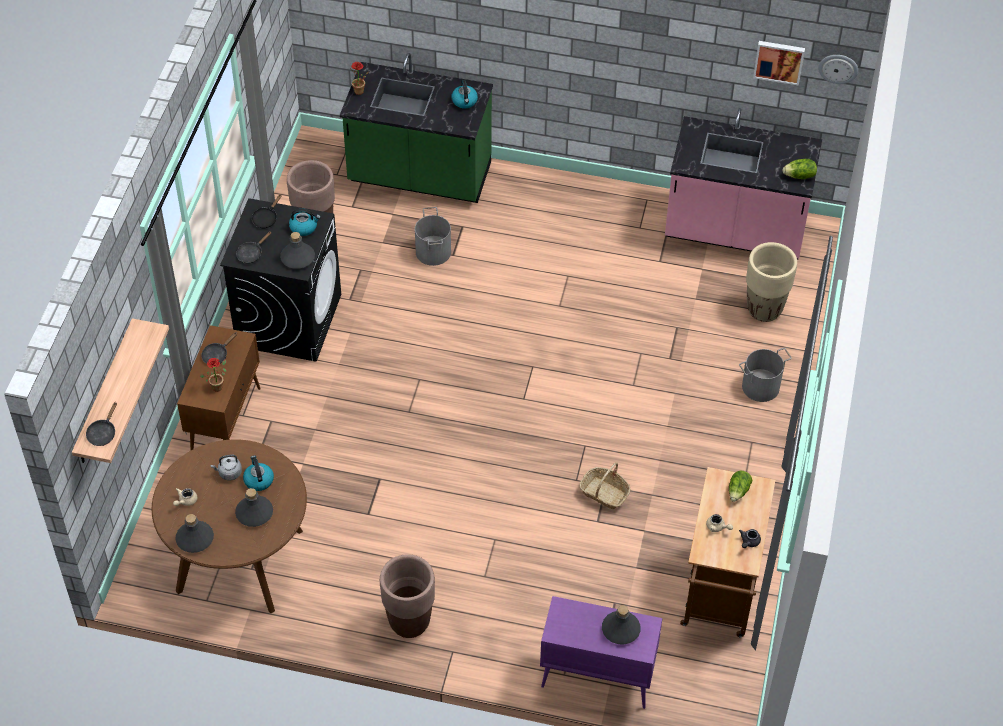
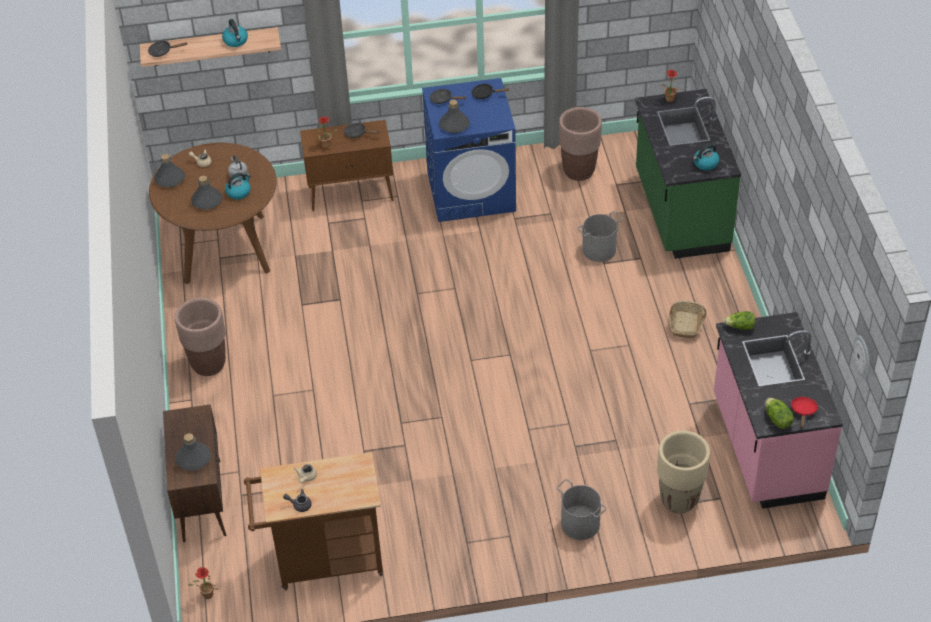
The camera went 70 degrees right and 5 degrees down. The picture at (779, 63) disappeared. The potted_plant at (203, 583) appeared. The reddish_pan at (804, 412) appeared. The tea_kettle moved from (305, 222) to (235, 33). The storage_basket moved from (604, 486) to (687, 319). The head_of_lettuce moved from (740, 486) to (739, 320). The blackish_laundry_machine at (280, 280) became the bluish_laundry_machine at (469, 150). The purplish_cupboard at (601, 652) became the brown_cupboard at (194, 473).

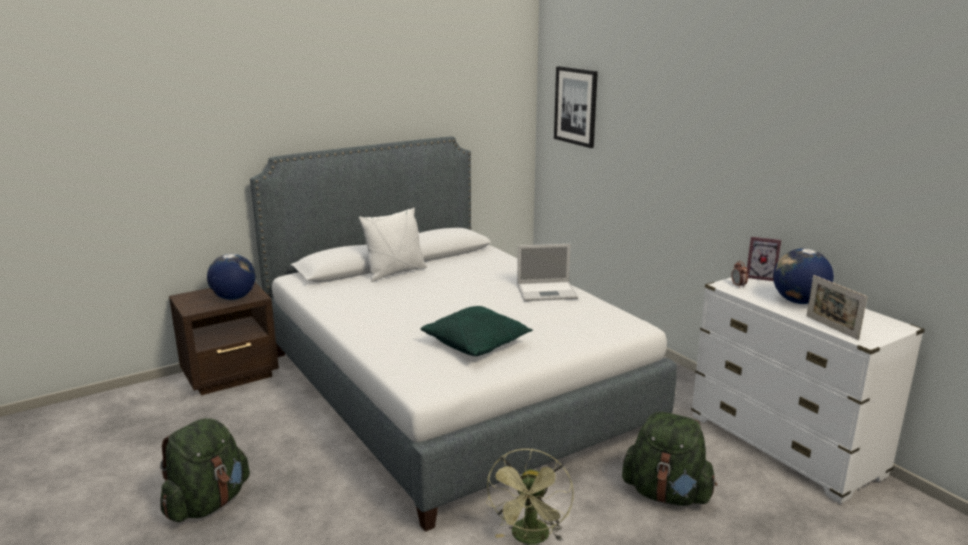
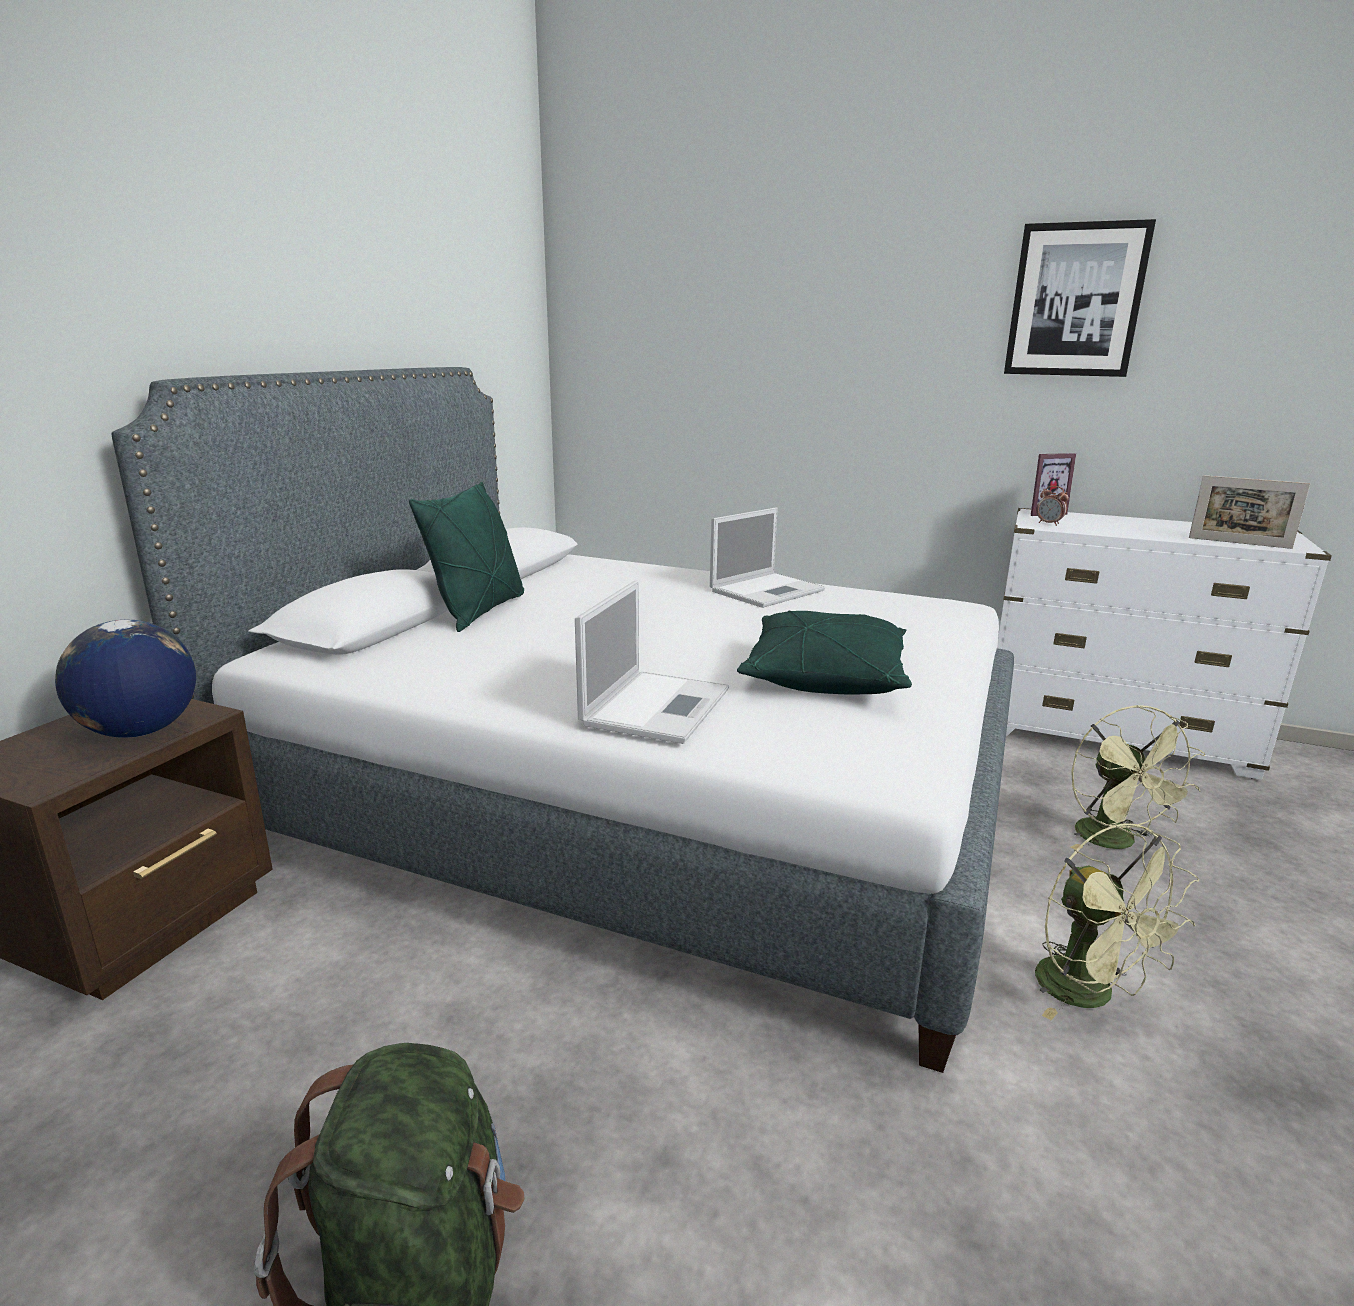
The camera went 35 degrees left and 0 degrees up. The world_globe at (803, 276) disappeared. The laptop at (652, 662) appeared. The picture moved from (576, 107) to (1080, 298). The green-coloured_backpack at (669, 458) was replaced by the green-coloured_electric_fan at (1137, 777). The white-coloured_cushion at (393, 245) became the green-coloured_cushion at (466, 557).

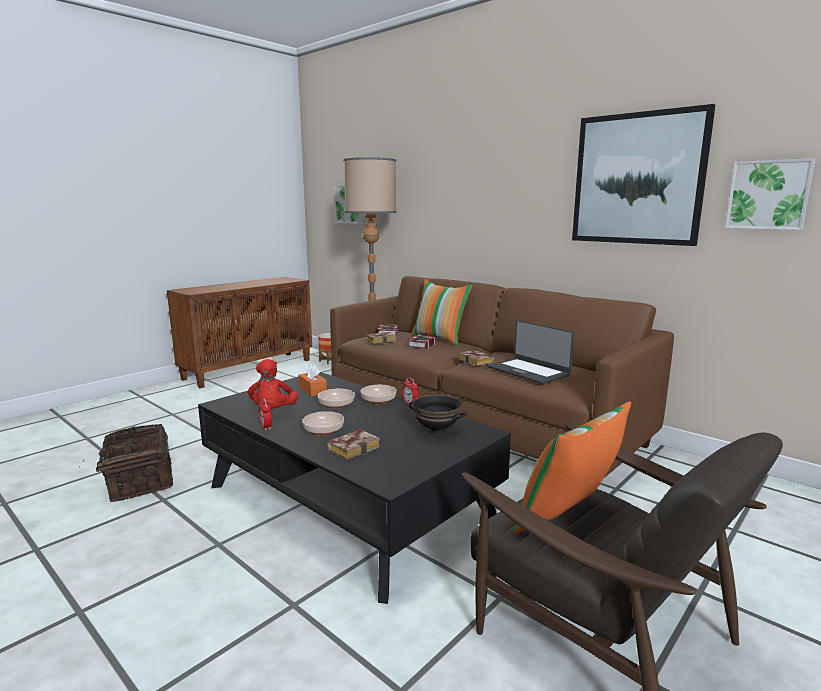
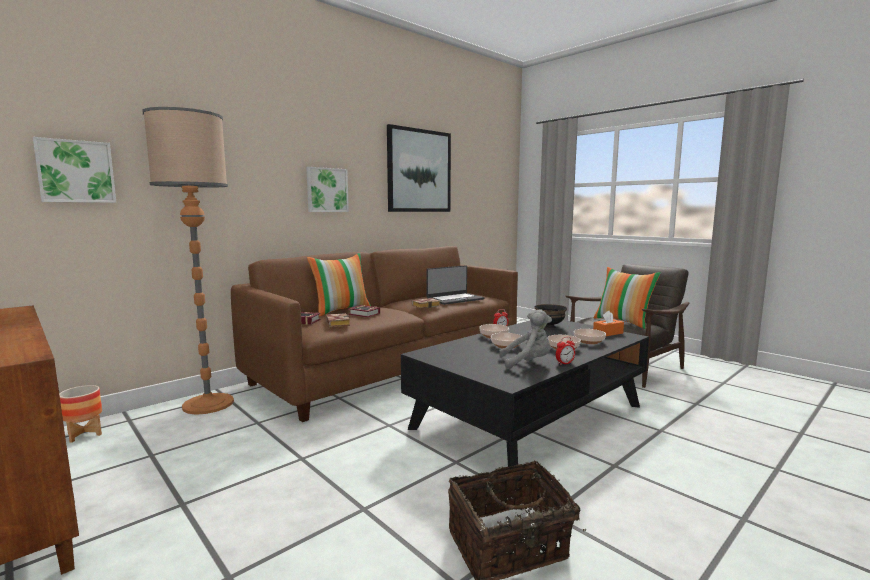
The camera went 85 degrees left and 5 degrees down. The orange_tissue_holder moved from (312, 380) to (608, 323). The picture moved from (770, 194) to (327, 189). The volume at (353, 444) was replaced by the bowl at (590, 336). The reddish_soft_toy at (273, 384) became the greyish_soft_toy at (525, 339).

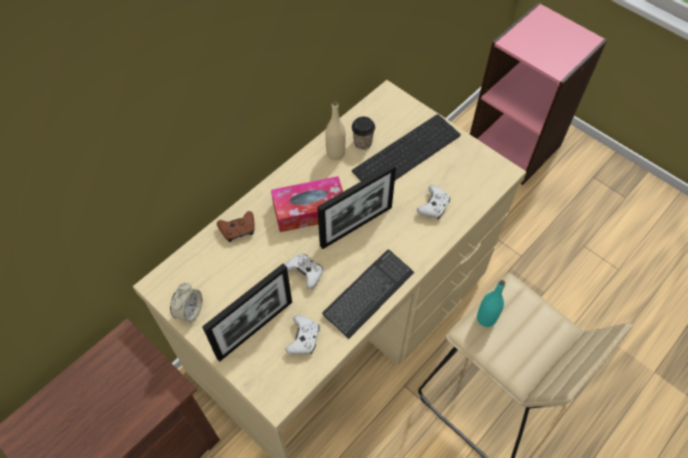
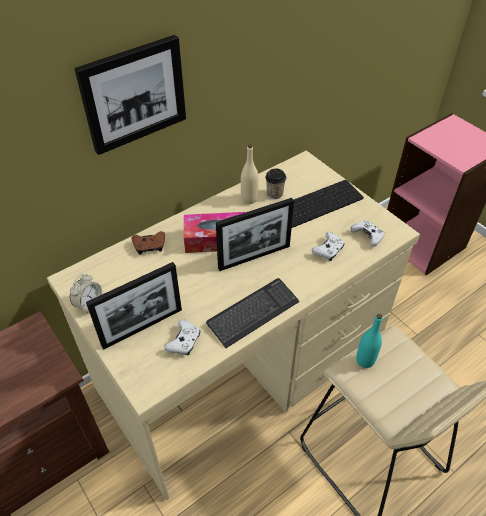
The camera went 10 degrees right and 10 degrees down. The picture at (130, 95) appeared. The white-coloured_game_controller moved from (303, 271) to (367, 234).

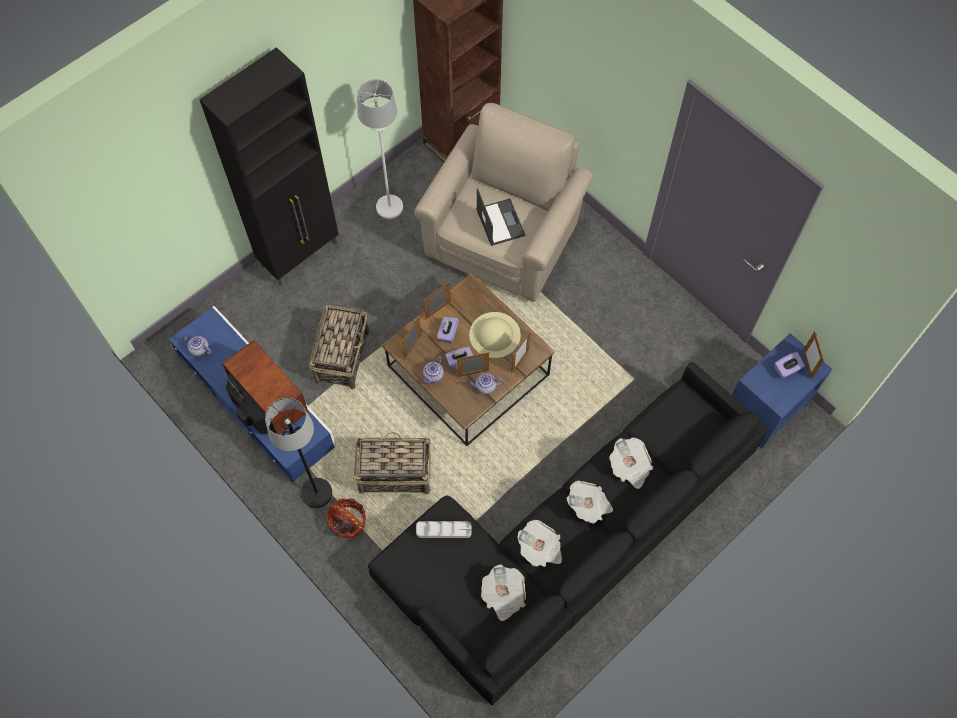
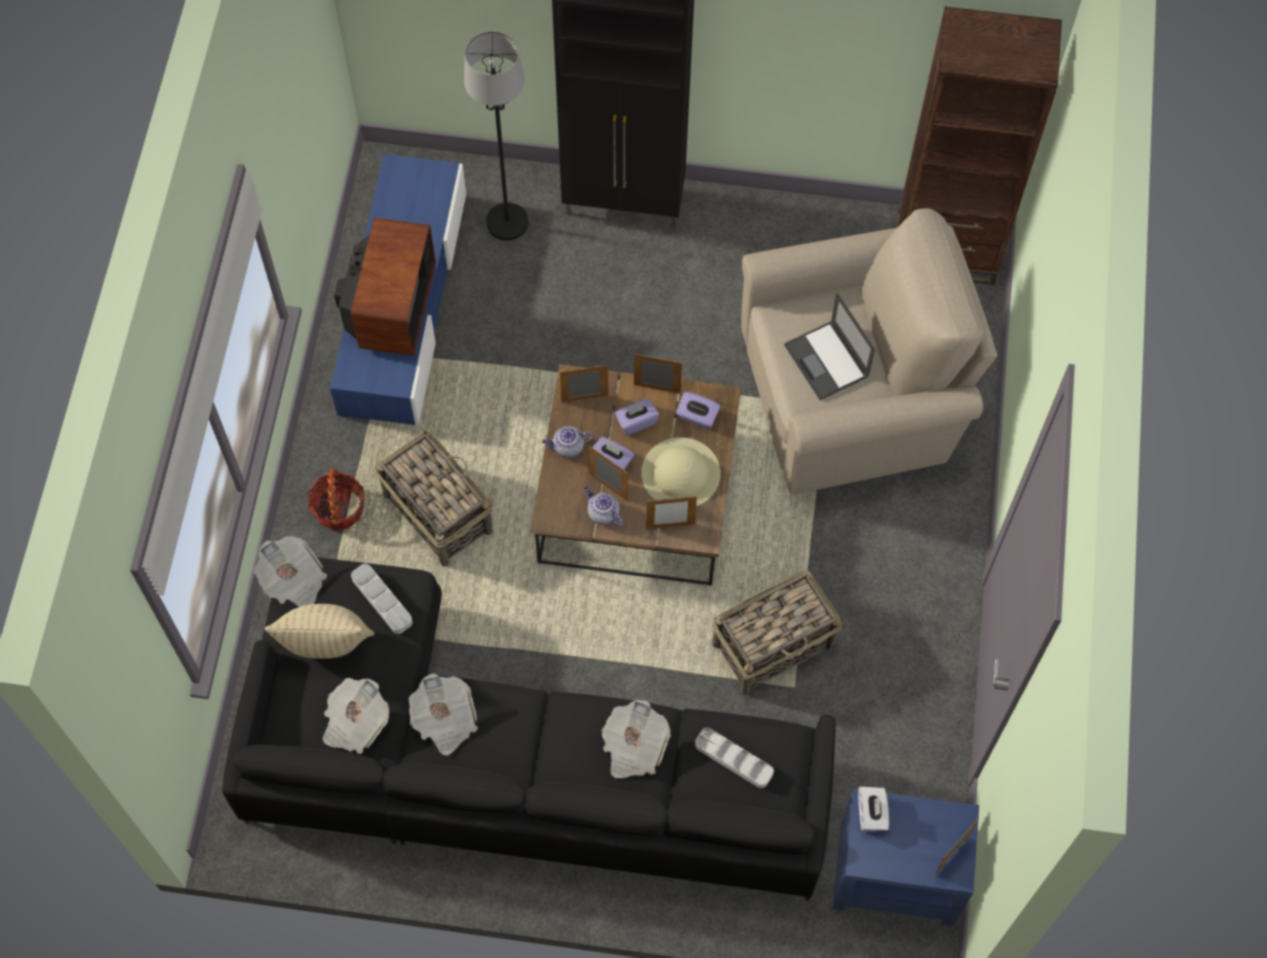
The camera went 50 degrees right and 0 degrees up. The teapot at (197, 346) disappeared. The white-coloured_floor_lamp at (380, 149) disappeared. The beige_cushion at (319, 631) appeared. The greyish_serving_tray at (734, 757) appeared. The white-coloured_tissue_holder at (873, 809) appeared. The blackish_floor_lamp moved from (298, 453) to (496, 135). The storage_basket moved from (339, 347) to (777, 632). The newspaper moved from (590, 502) to (290, 571). The purplish_tissue_holder moved from (789, 365) to (698, 410). The laptop at (501, 217) turned 120 degrees clockwise.

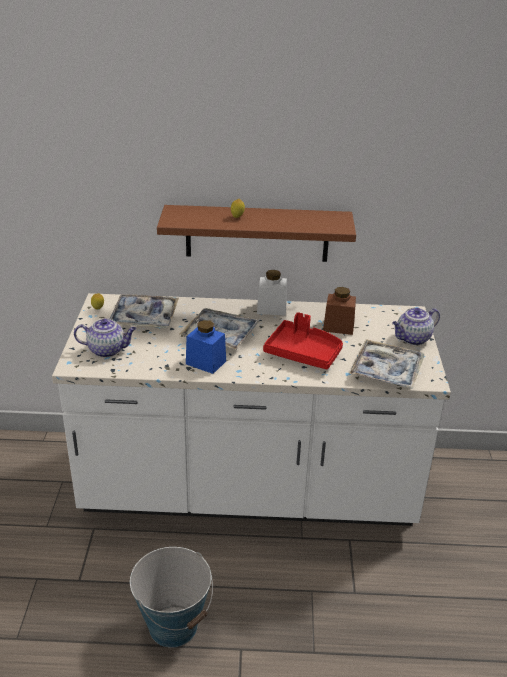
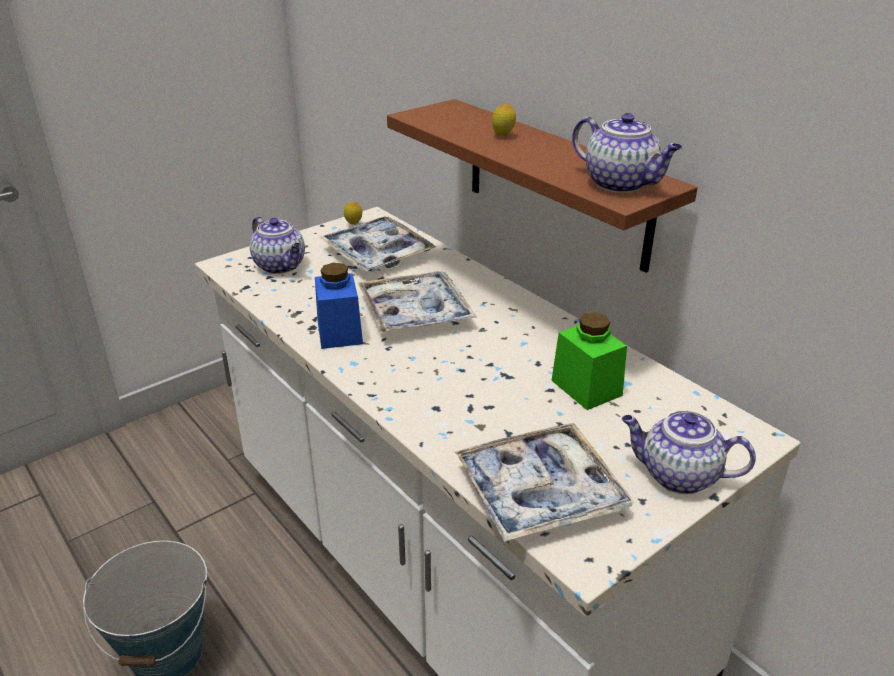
The camera went 50 degrees right and 0 degrees up. The white-coloured_storage_jar at (272, 293) disappeared. The reddish_serving_tray at (303, 341) disappeared. The teapot at (627, 153) appeared. The brown_storage_jar at (339, 311) became the green-coloured_storage_jar at (589, 361).

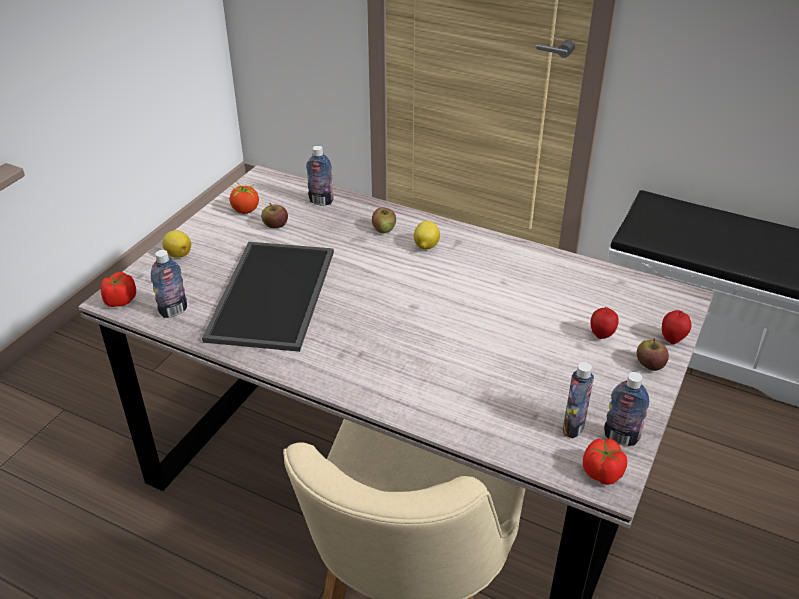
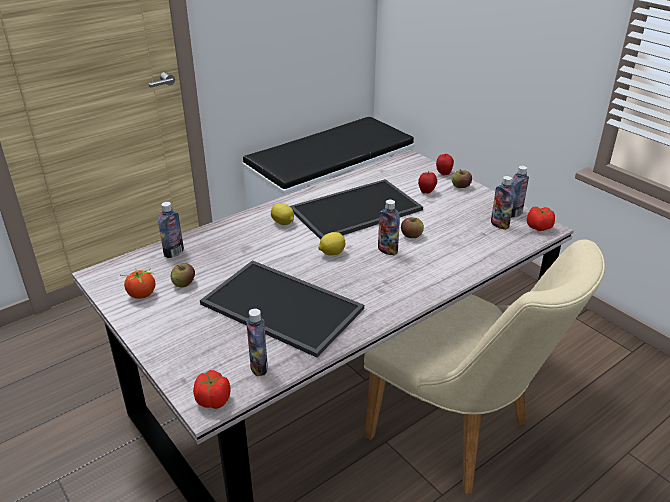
The camera went 65 degrees left and 5 degrees down. The serving_tray at (356, 209) appeared. The beverage_bottle at (389, 227) appeared. The lemon moved from (176, 244) to (331, 244). The apple_fruit moved from (384, 221) to (412, 227).

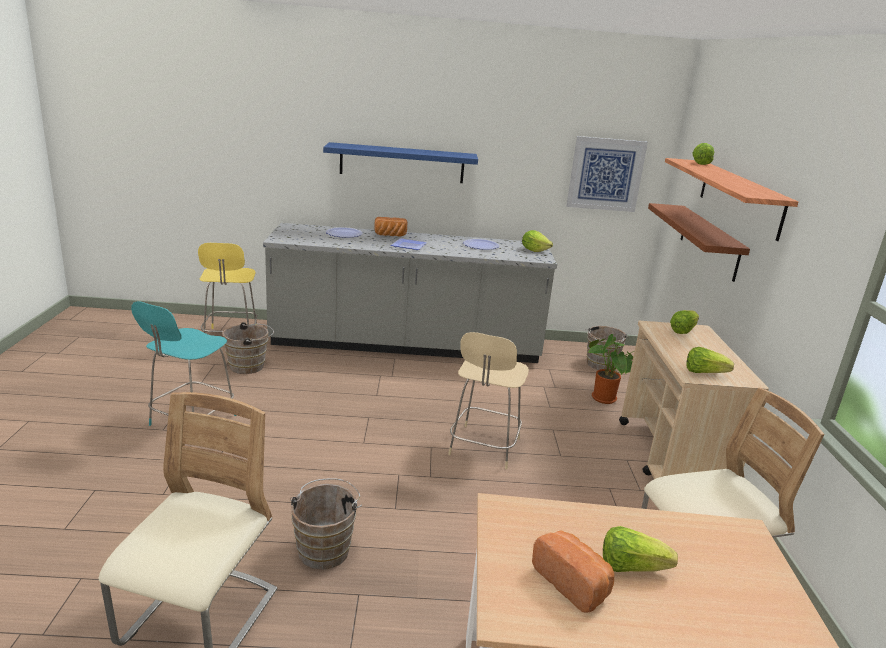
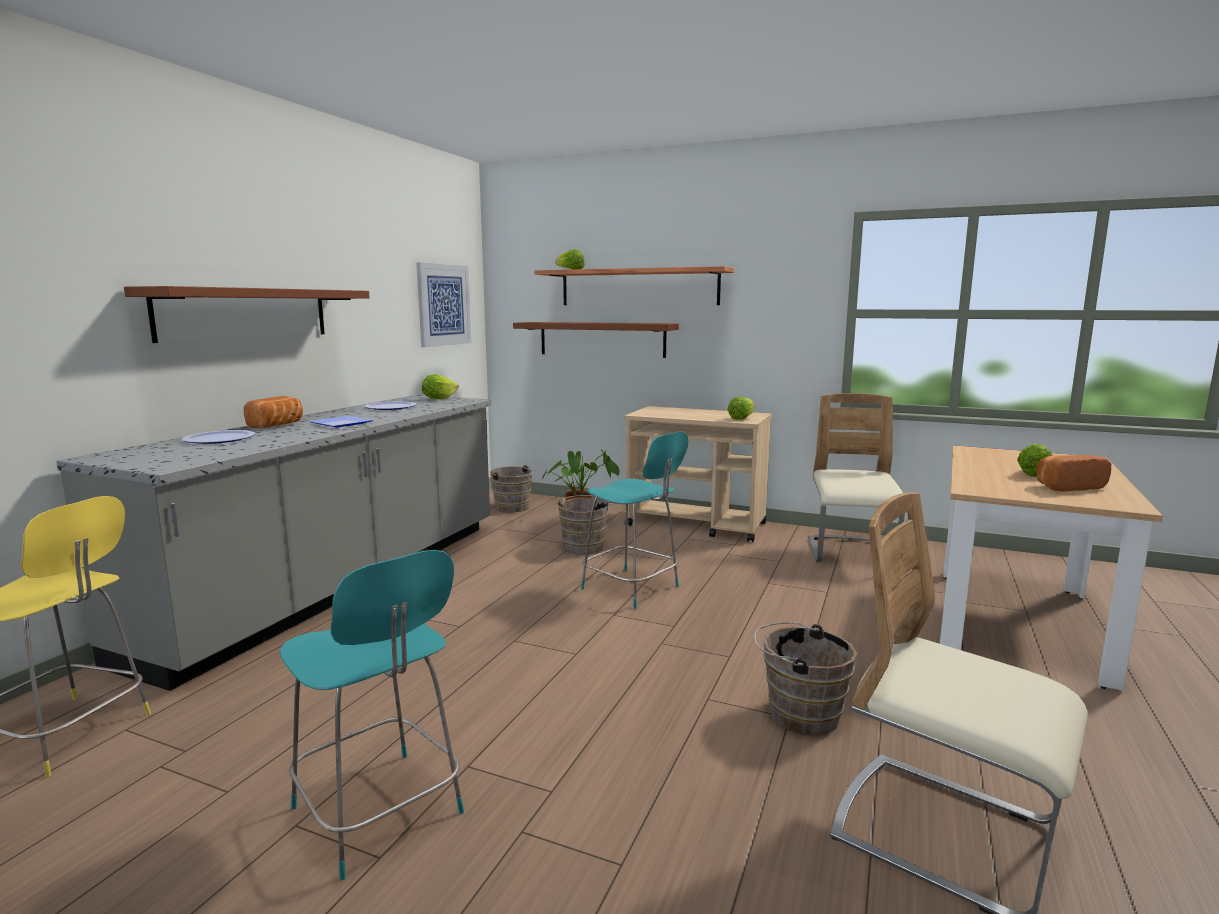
The camera went 65 degrees left and 10 degrees down. The head_of_lettuce at (684, 322) disappeared. The brown_bucket moved from (248, 348) to (584, 525). The bluish_wall_shelf at (400, 162) became the brown_wall_shelf at (247, 314). The beige_sitting_stool at (488, 400) became the blue-green_sitting_stool at (635, 520).

